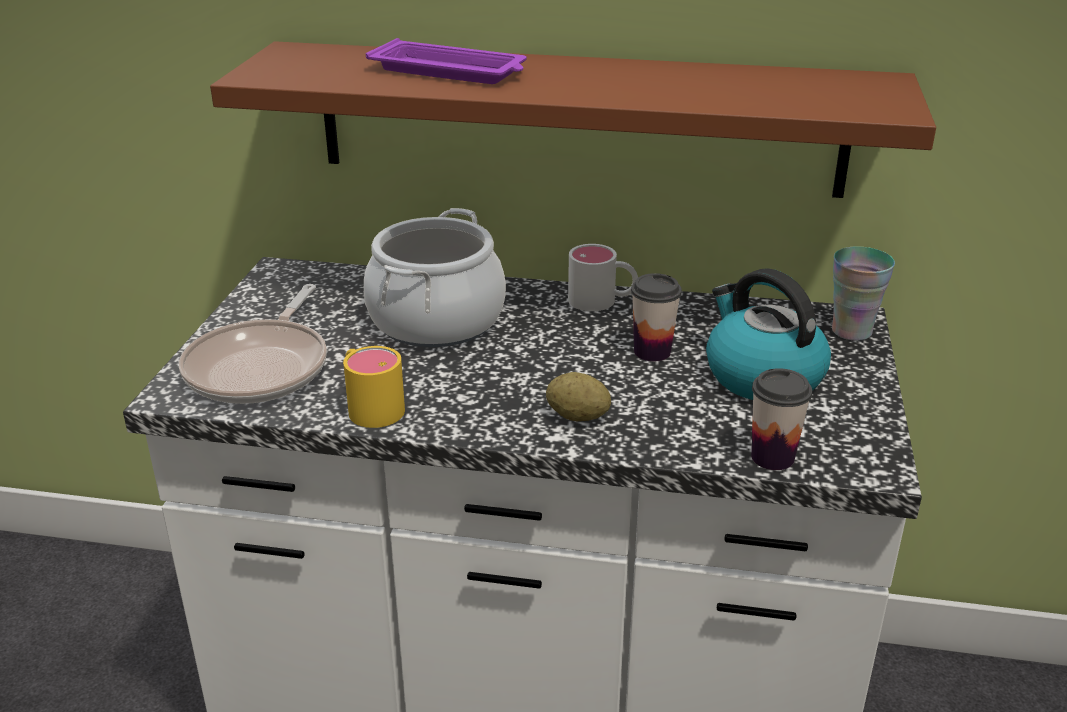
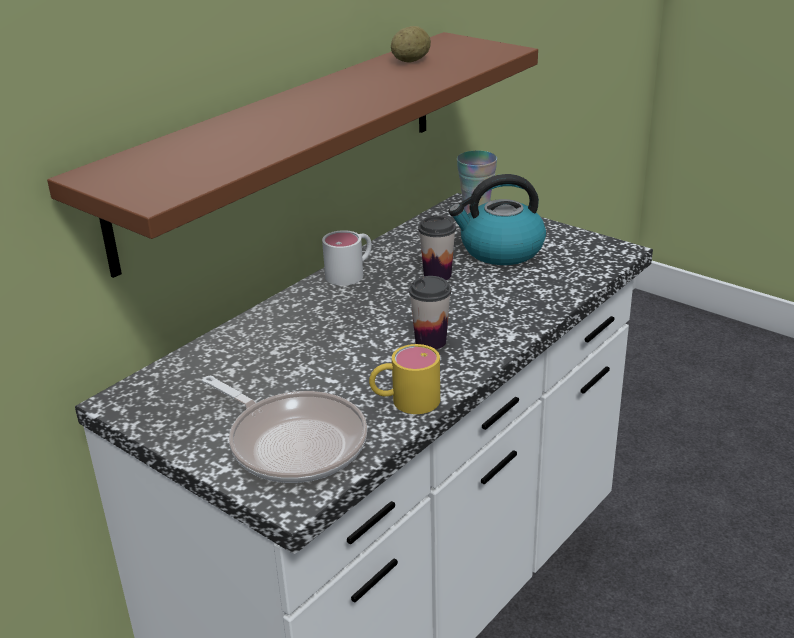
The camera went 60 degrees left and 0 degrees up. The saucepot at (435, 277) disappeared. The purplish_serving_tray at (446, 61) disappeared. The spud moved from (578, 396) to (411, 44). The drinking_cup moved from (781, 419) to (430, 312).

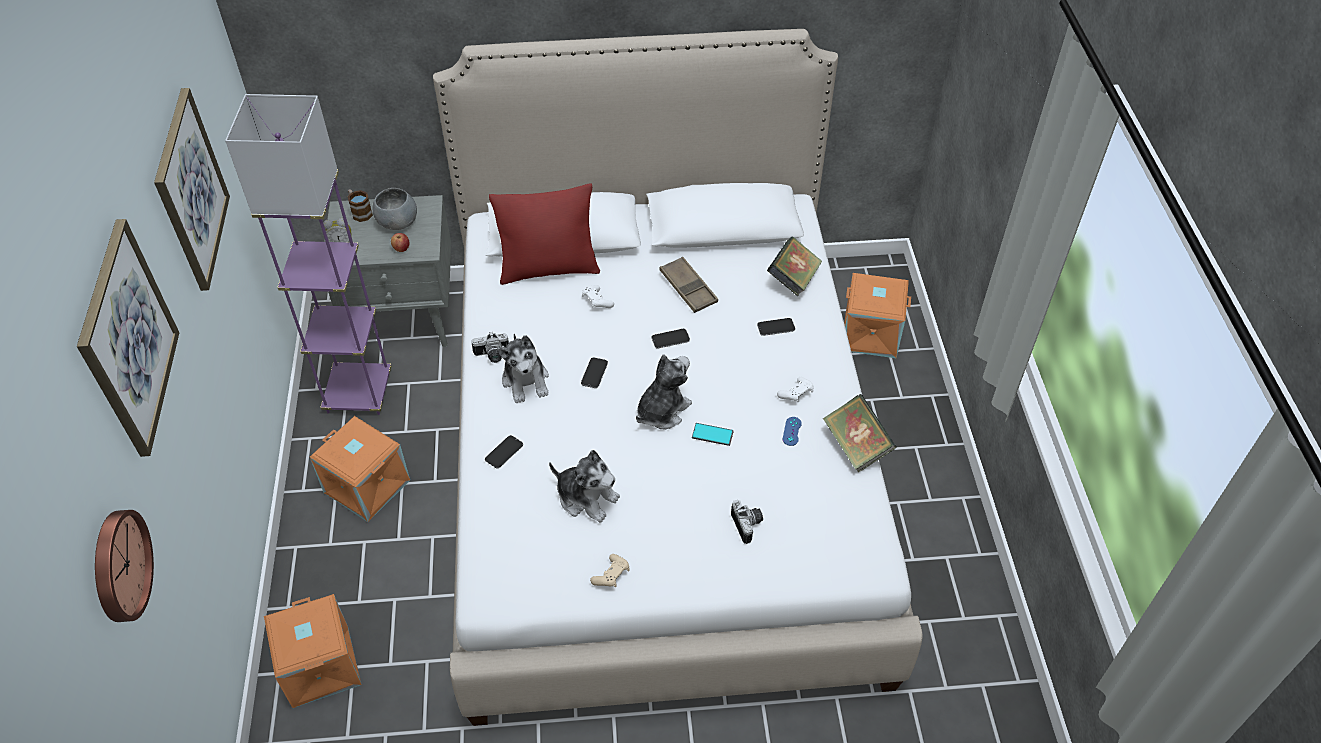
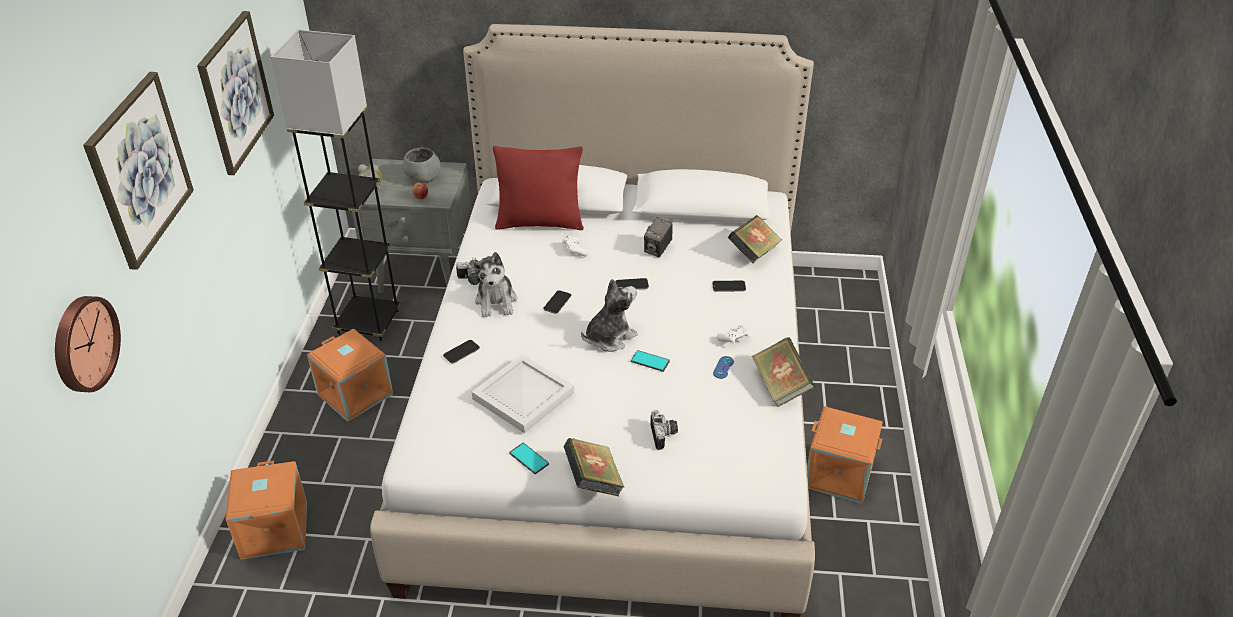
The camera went 10 degrees right and 10 degrees down. The tea_mug at (360, 205) disappeared. The volume at (594, 467) appeared. The orange_storage_container moved from (877, 315) to (845, 455). The soft_toy at (584, 486) was replaced by the white-coloured_serving_tray at (523, 393). The beige_game_controller at (610, 570) was replaced by the handset at (529, 458). The brown_serving_tray at (689, 285) was replaced by the still_camera at (658, 237). The purplish_floor_lamp at (308, 254) became the greyish_floor_lamp at (336, 185).

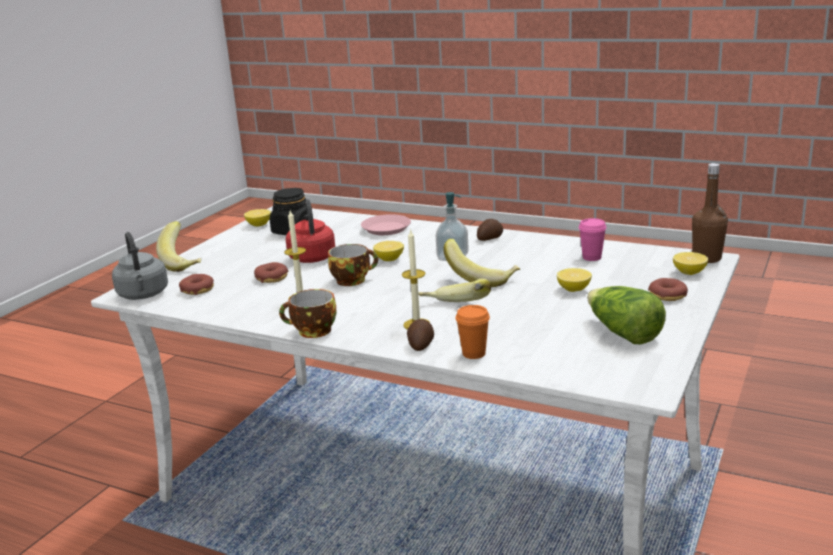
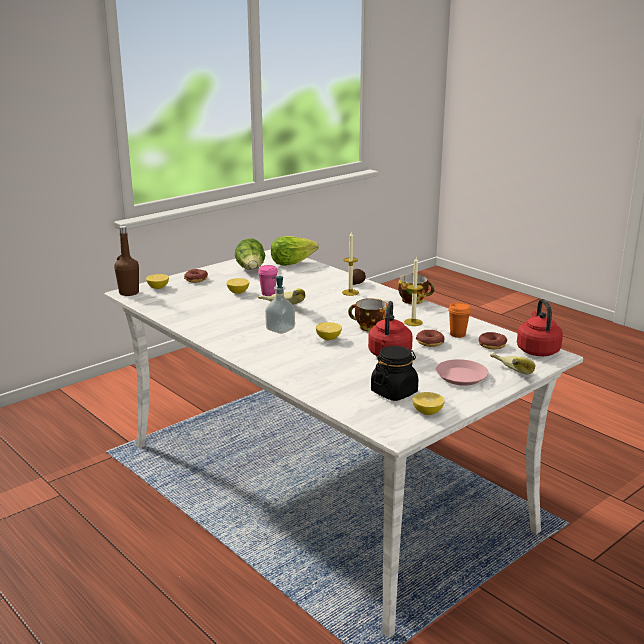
The camera went 160 degrees left and 0 degrees up. The whole_banana at (454, 290) disappeared. The spud at (490, 230) disappeared. The head_of_lettuce at (295, 251) appeared. The pinkish_plate moved from (386, 224) to (462, 372). The orange_drinking_cup moved from (473, 332) to (459, 320). The pinkish_drinking_cup moved from (592, 239) to (268, 280). The greyish_tea_kettle at (140, 266) became the reddish_tea_kettle at (540, 327).

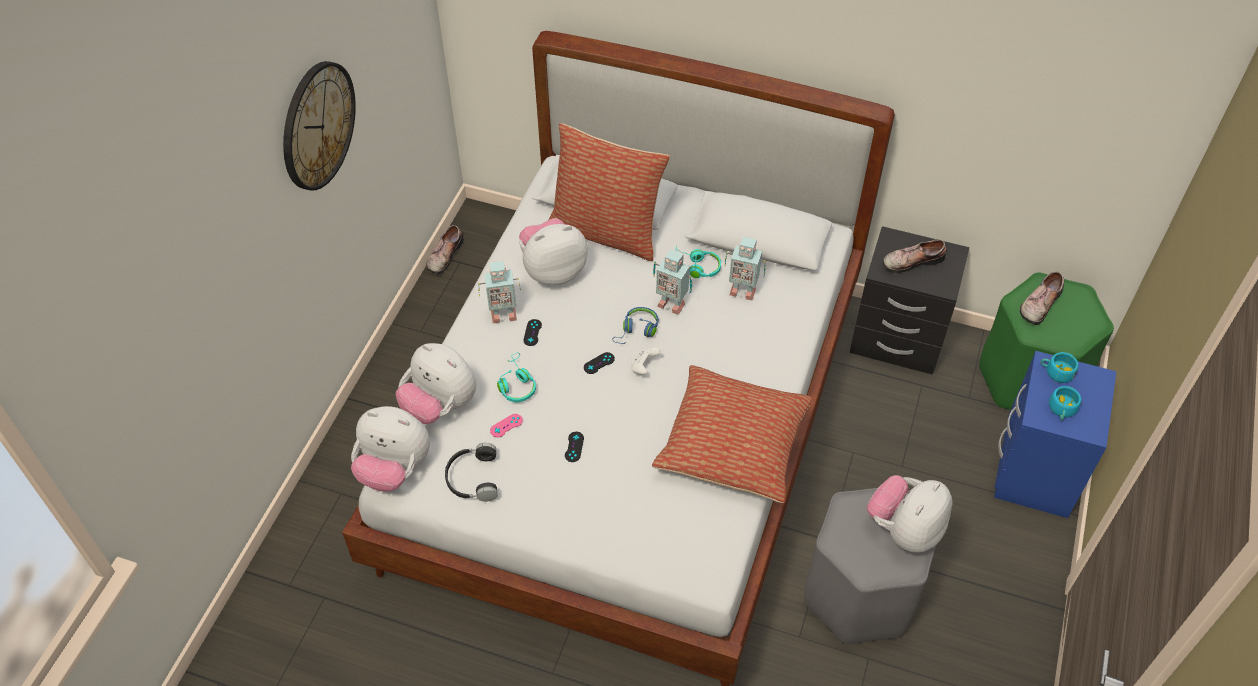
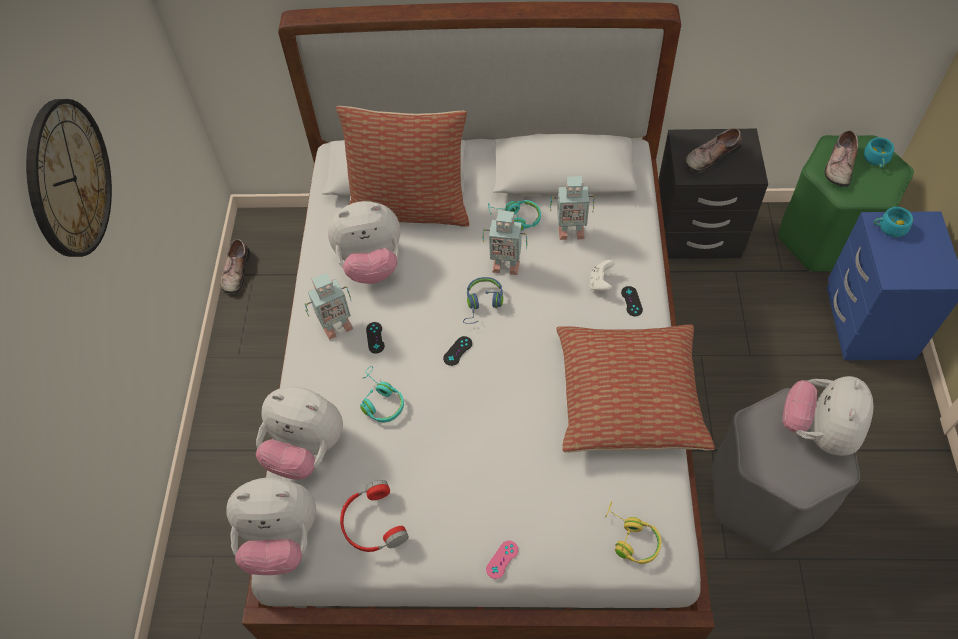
The camera went 15 degrees left and 5 degrees up. The yellow_headphones at (633, 533) appeared. The pinkish_game_controller moved from (506, 425) to (502, 560). The blackish_game_controller moved from (574, 447) to (632, 301). The white-coloured_game_controller moved from (645, 361) to (601, 276). The blue-green_drinking_cup moved from (1065, 403) to (879, 152). The blackish_headphones at (471, 472) became the reddish_headphones at (374, 516). The soft_toy at (553, 251) turned 150 degrees counterclockwise.

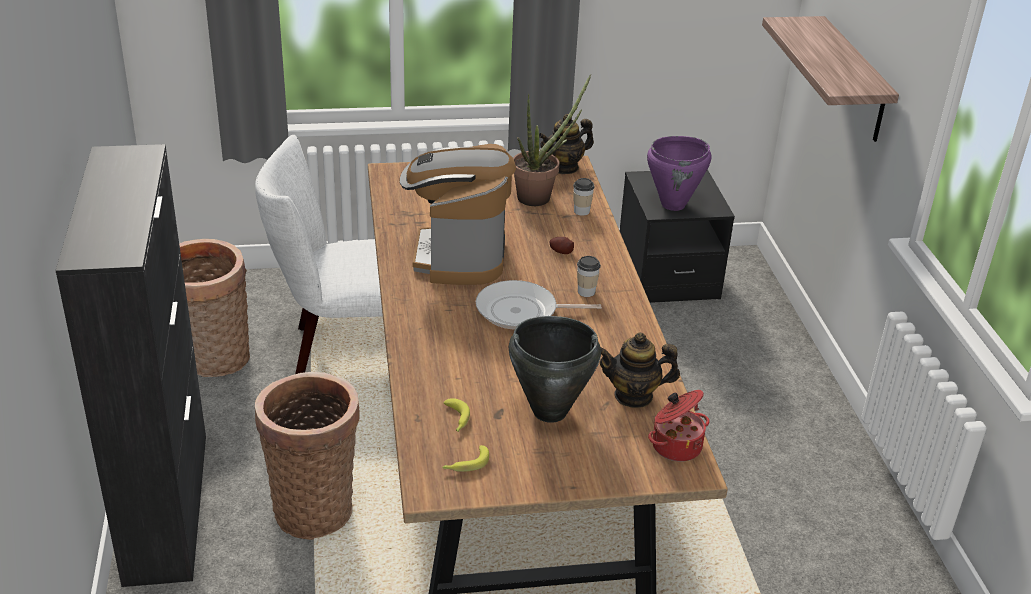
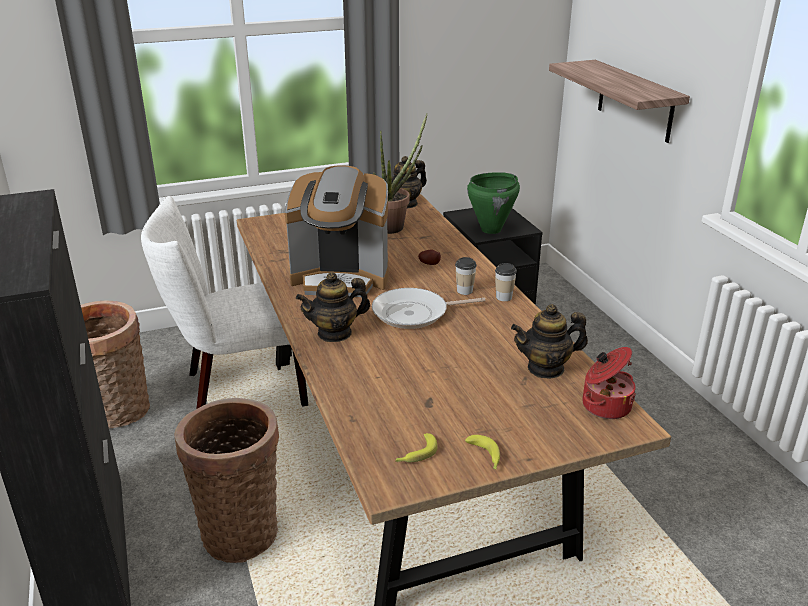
The camera went 10 degrees left and 5 degrees down. The blackish_saucepot at (555, 369) disappeared. The teapot at (333, 307) appeared. The whole_banana moved from (456, 415) to (482, 452). The drinking_cup moved from (584, 197) to (506, 282). The purplish_saucepot at (679, 173) became the green-coloured_saucepot at (493, 203). The coffee_machine at (458, 214) turned 75 degrees counterclockwise.

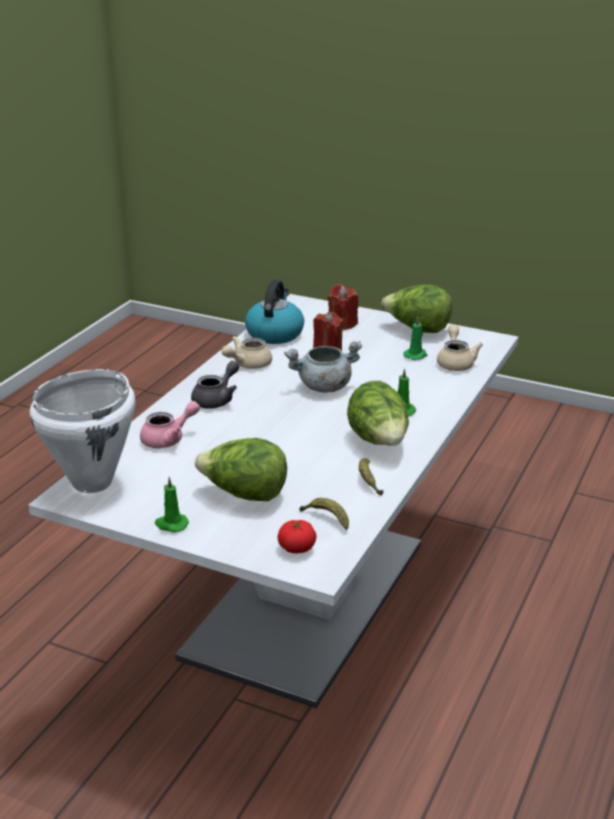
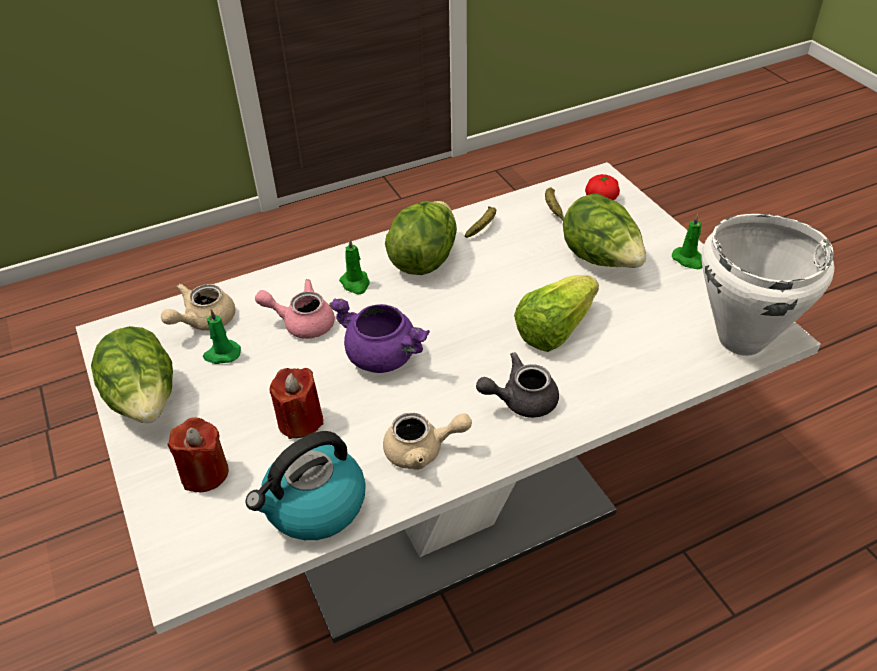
The camera went 140 degrees left and 15 degrees up. The head_of_lettuce at (556, 313) appeared. The pinkish_teapot moved from (170, 424) to (295, 309). The greyish_saucepot at (323, 367) became the purplish_saucepot at (379, 336).

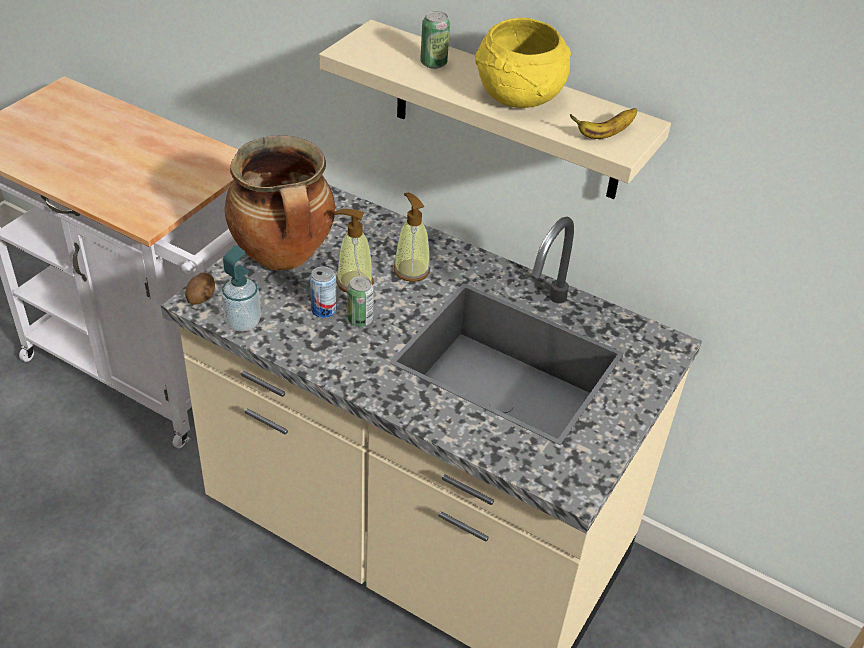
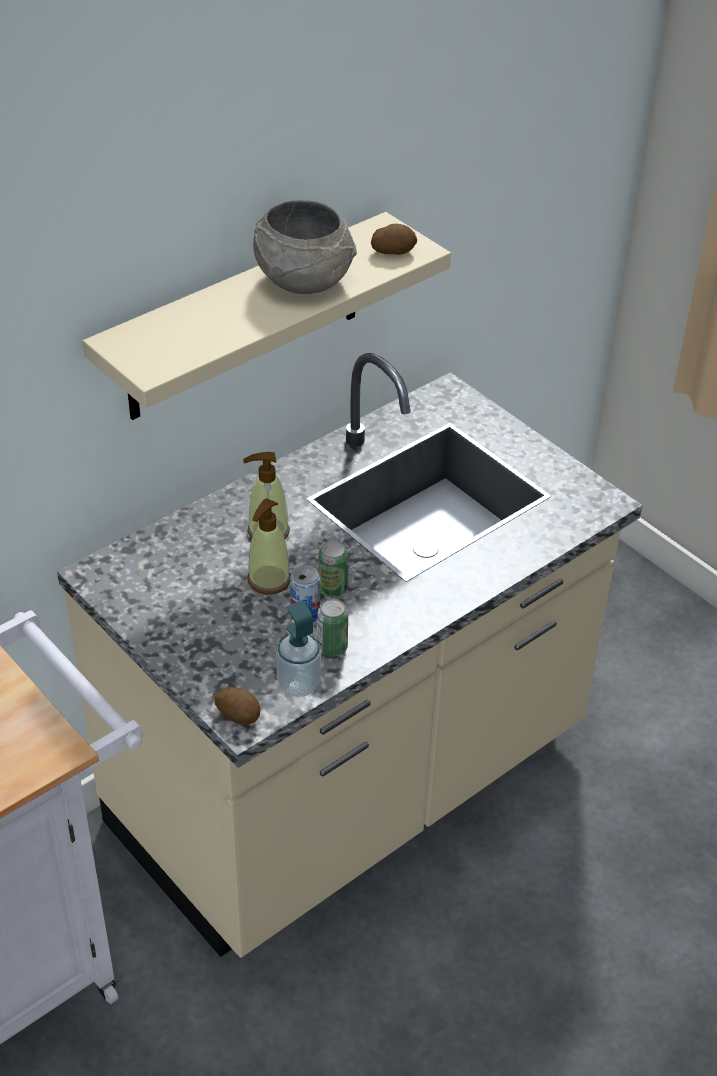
The camera went 70 degrees left and 0 degrees up. The saucepot at (279, 202) disappeared. The metal_can moved from (435, 40) to (332, 628). The whole_banana at (603, 123) was replaced by the spud at (394, 239). The yellow_bowl at (523, 63) became the greyish_bowl at (305, 247).

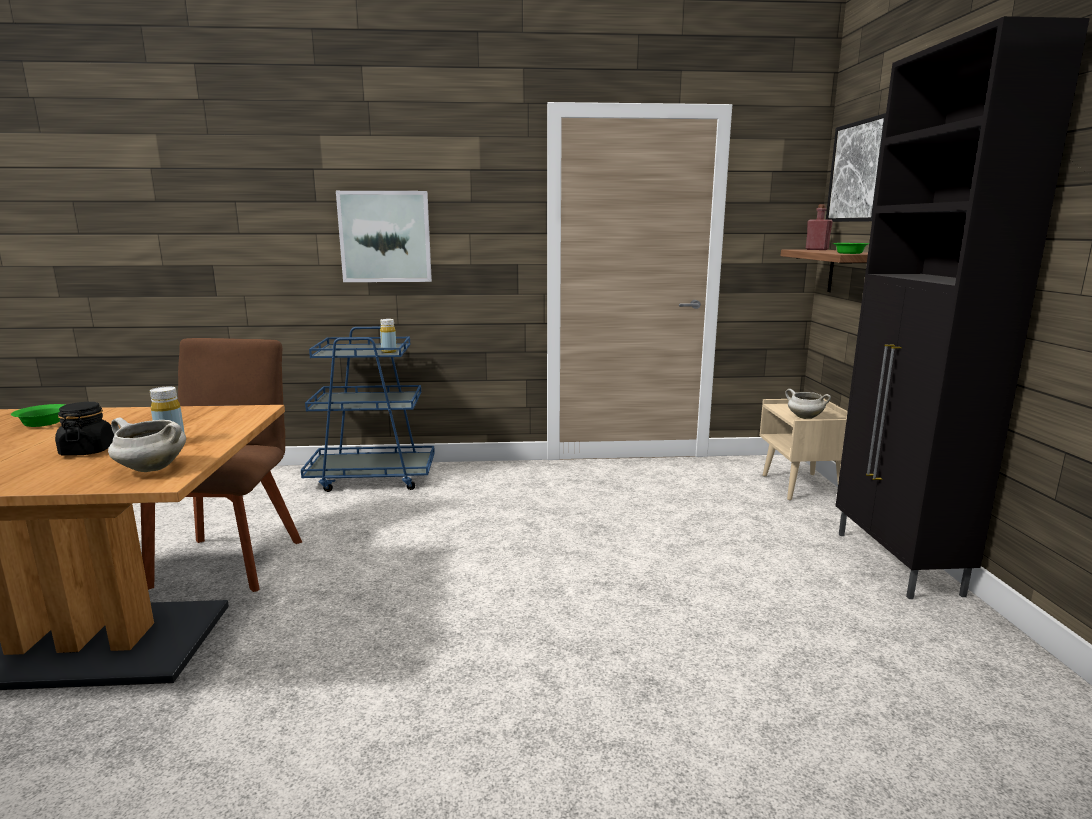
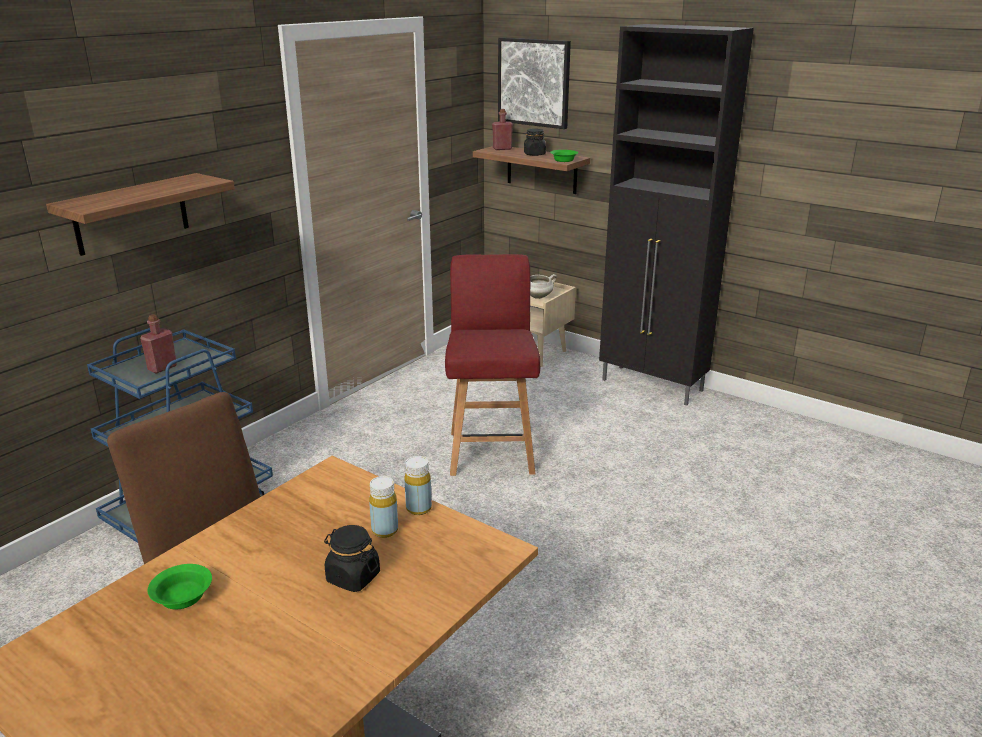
The camera went 50 degrees left and 10 degrees up. The white-coloured_saucepot at (147, 445) disappeared. The reddish_beverage_bottle at (158, 343) appeared. The reddish_upright_chair at (492, 365) appeared. The blackish_storage_jar at (535, 142) appeared. The yellow_beverage_bottle moved from (388, 336) to (418, 485). The picture at (384, 236) was replaced by the wall_shelf at (140, 214).

